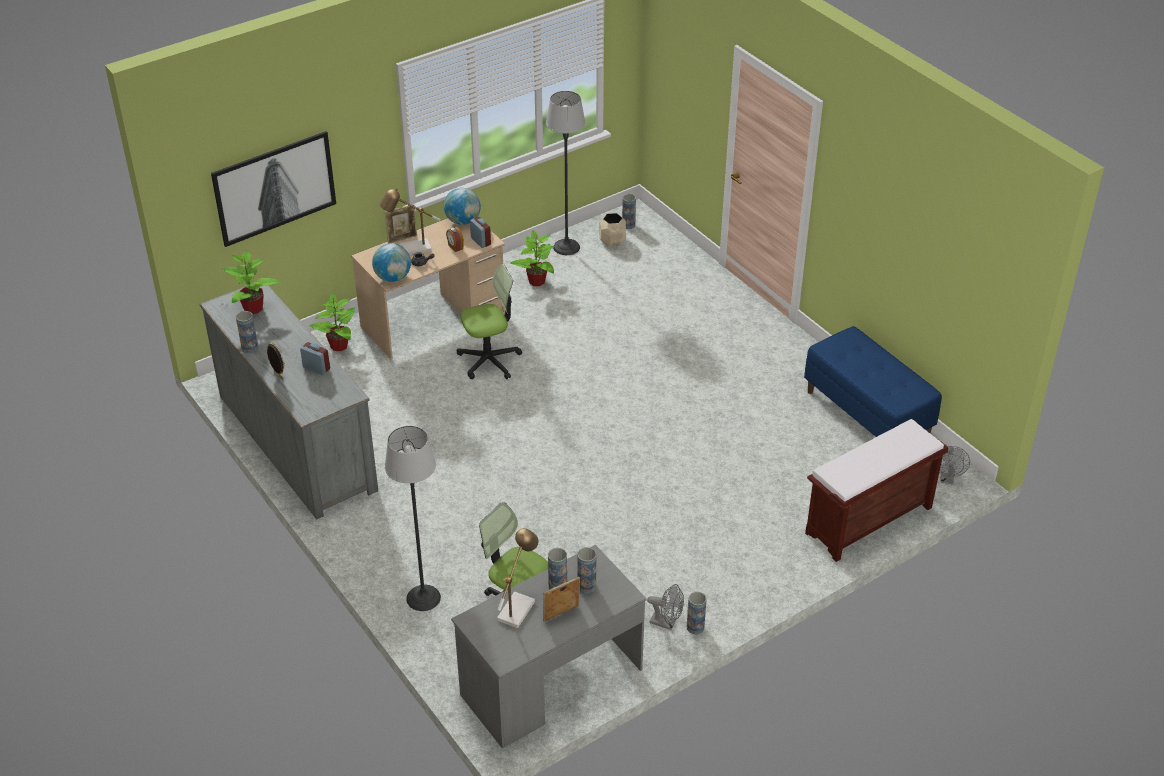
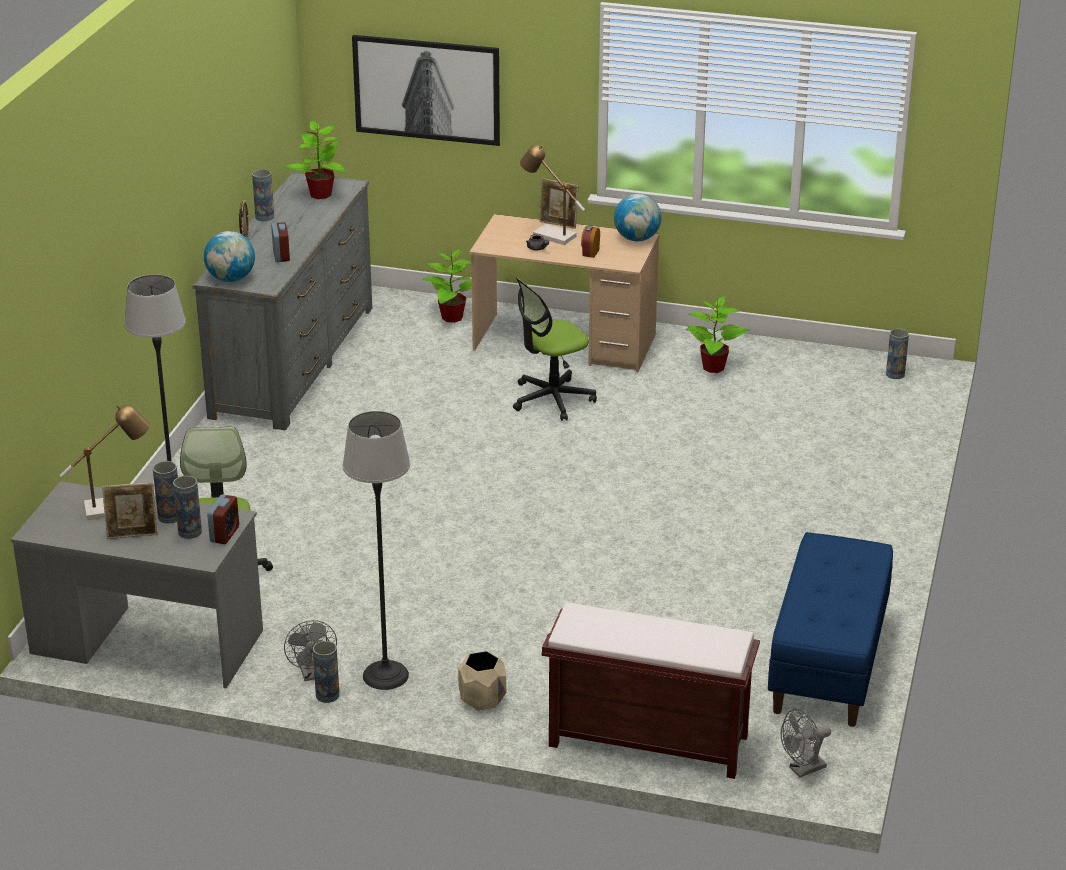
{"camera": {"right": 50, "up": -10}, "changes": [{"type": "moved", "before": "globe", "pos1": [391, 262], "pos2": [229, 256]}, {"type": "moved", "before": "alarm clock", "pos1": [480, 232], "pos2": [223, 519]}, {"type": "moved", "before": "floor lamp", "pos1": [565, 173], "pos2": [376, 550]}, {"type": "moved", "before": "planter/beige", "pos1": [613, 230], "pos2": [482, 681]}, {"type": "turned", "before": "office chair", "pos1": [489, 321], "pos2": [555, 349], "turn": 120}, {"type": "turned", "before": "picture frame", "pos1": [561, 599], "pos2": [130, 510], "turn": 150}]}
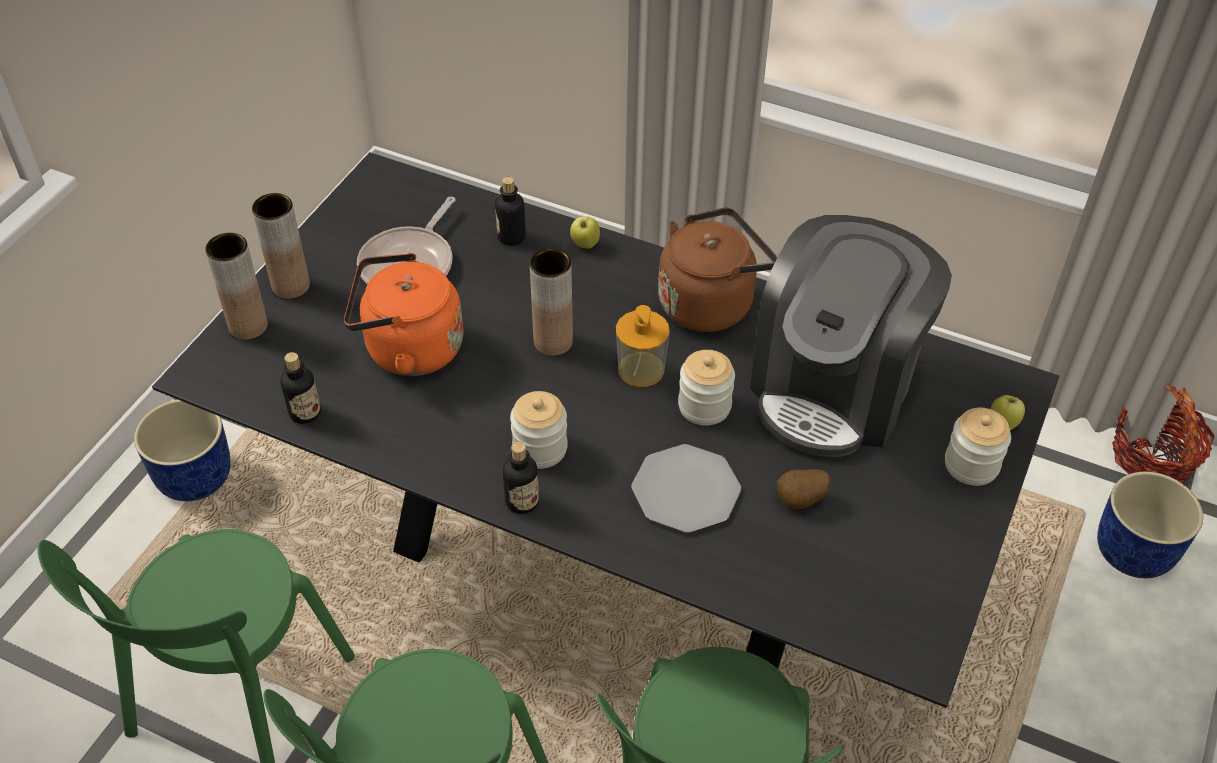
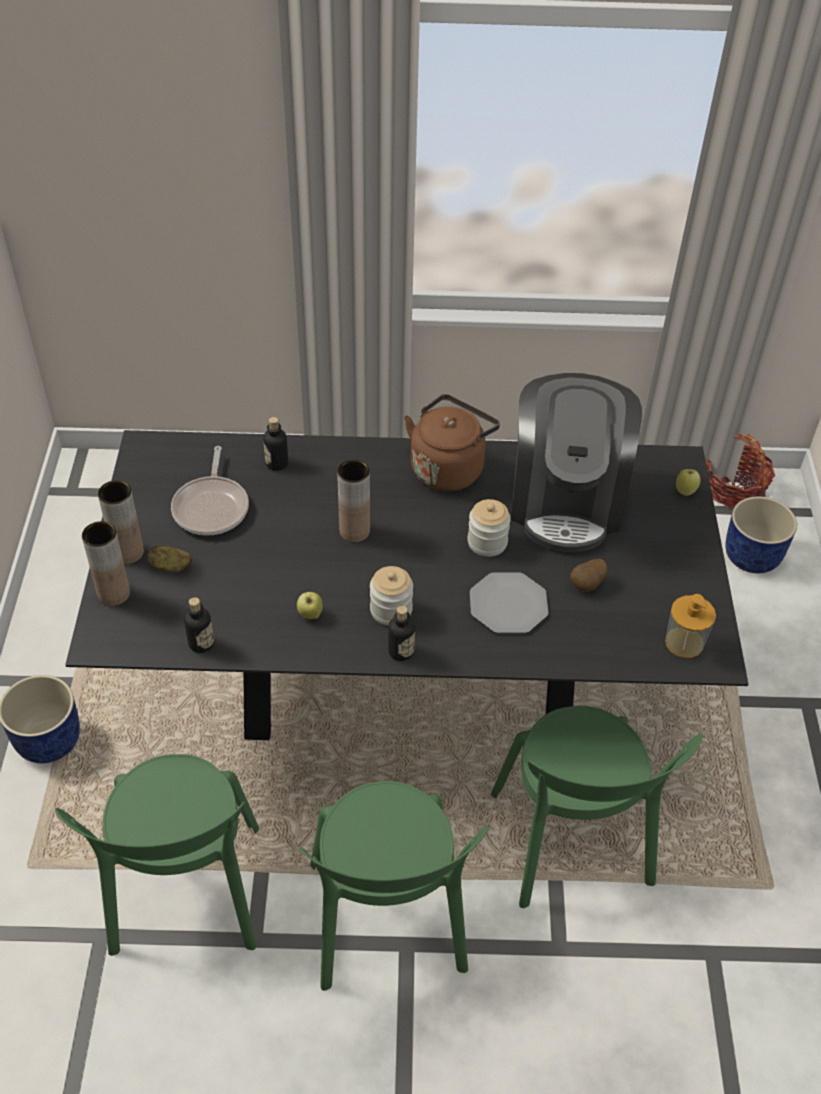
{"camera": {"right": -25, "up": 0}, "changes": [{"type": "removed", "before": "kettle/orange", "pos1": [403, 314]}, {"type": "removed", "before": "jar", "pos1": [978, 447]}, {"type": "added", "after": "potato", "pos2": [169, 559]}, {"type": "moved", "before": "apple", "pos1": [585, 232], "pos2": [310, 605]}, {"type": "moved", "before": "soap dispenser", "pos1": [643, 346], "pos2": [690, 626]}]}
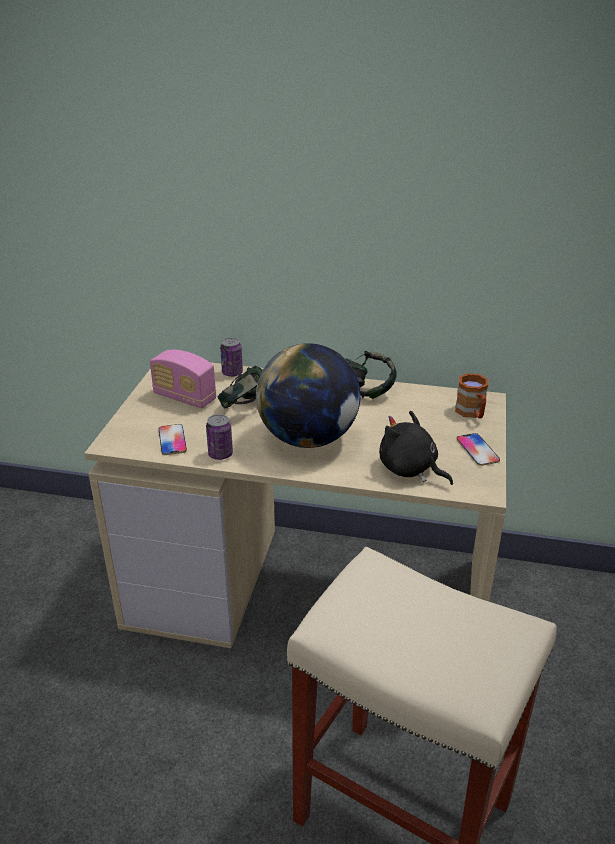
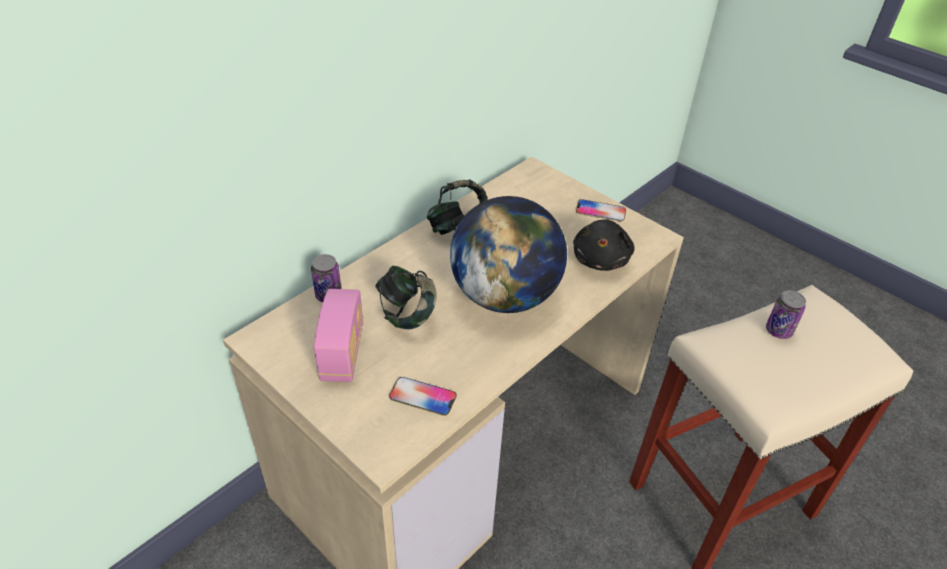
{"camera": {"right": -60, "up": 10}, "changes": [{"type": "removed", "before": "mug/brown", "pos1": [471, 396]}, {"type": "moved", "before": "can", "pos1": [219, 437], "pos2": [786, 314]}, {"type": "turned", "before": "radio", "pos1": [183, 379], "pos2": [338, 335], "turn": -60}, {"type": "turned", "before": "plush toy/black", "pos1": [416, 448], "pos2": [603, 245], "turn": -60}]}
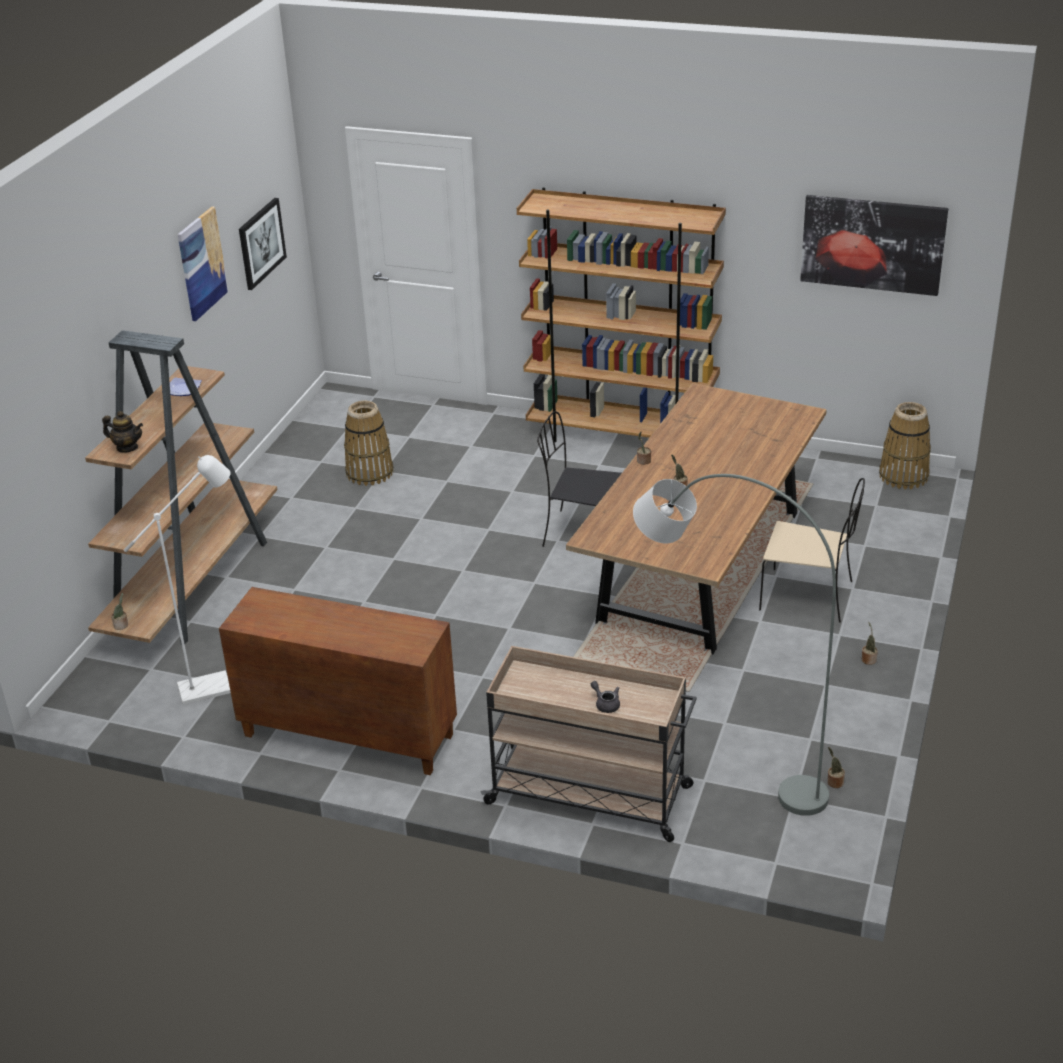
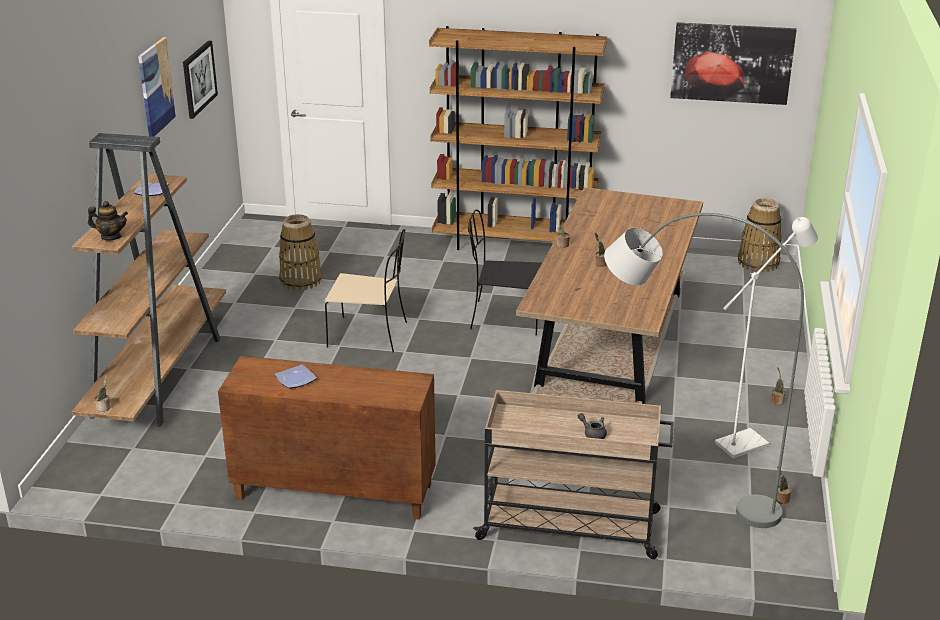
{"camera": {"right": -10, "up": -5}, "changes": [{"type": "added", "after": "plate", "pos2": [296, 376]}, {"type": "moved", "before": "floor lamp/white", "pos1": [177, 580], "pos2": [766, 338]}, {"type": "moved", "before": "chair/beige", "pos1": [812, 550], "pos2": [366, 290]}]}
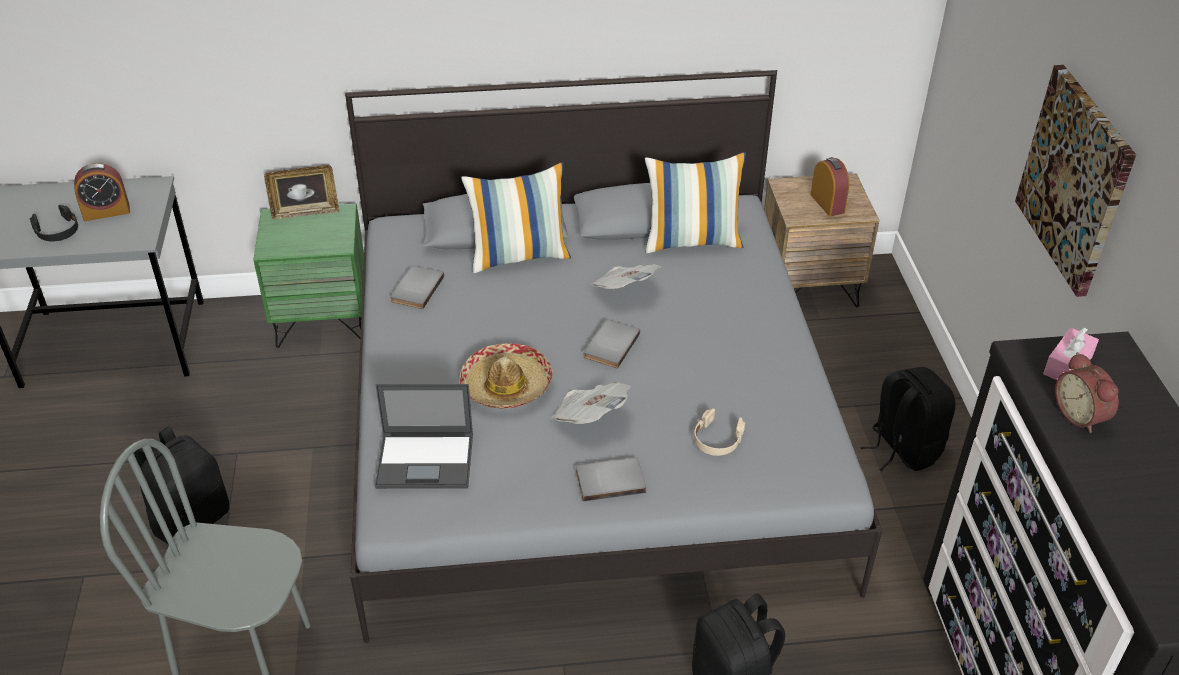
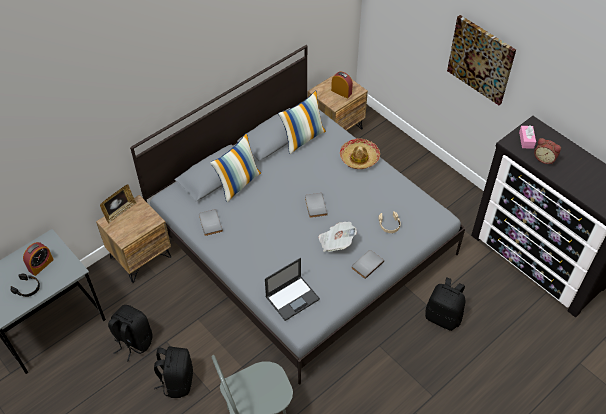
{"camera": {"right": -35, "up": 10}, "changes": [{"type": "removed", "before": "newspaper", "pos1": [626, 276]}, {"type": "moved", "before": "hat", "pos1": [506, 376], "pos2": [360, 153]}, {"type": "moved", "before": "backpack/black", "pos1": [907, 419], "pos2": [130, 333]}, {"type": "recoloured", "before": "nightstand/green", "after": "nightstand/brown", "pos1": [309, 275], "pos2": [133, 239]}]}
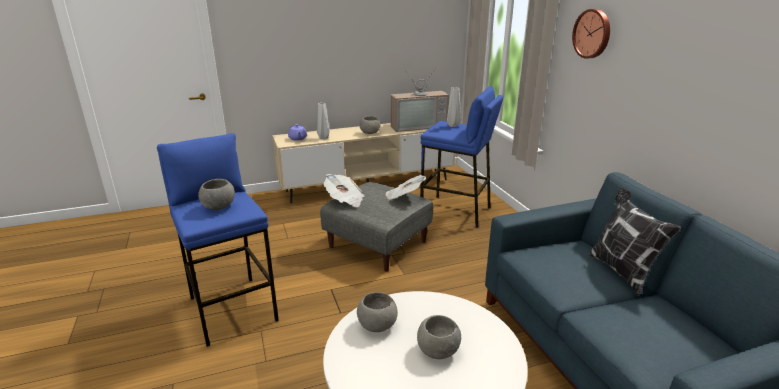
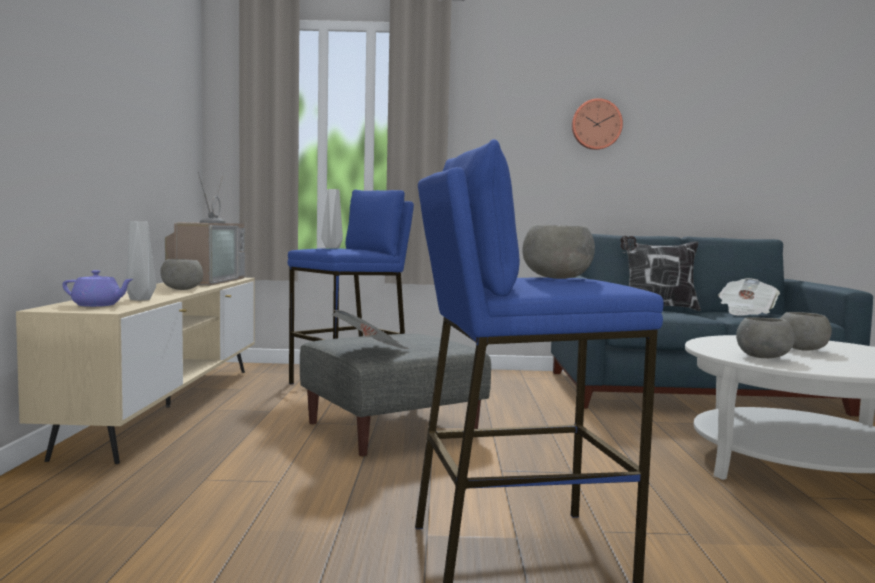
{"camera": {"right": -70, "up": -20}, "changes": [{"type": "moved", "before": "newspaper", "pos1": [405, 188], "pos2": [749, 297]}, {"type": "moved", "before": "wall clock", "pos1": [591, 34], "pos2": [597, 124]}]}
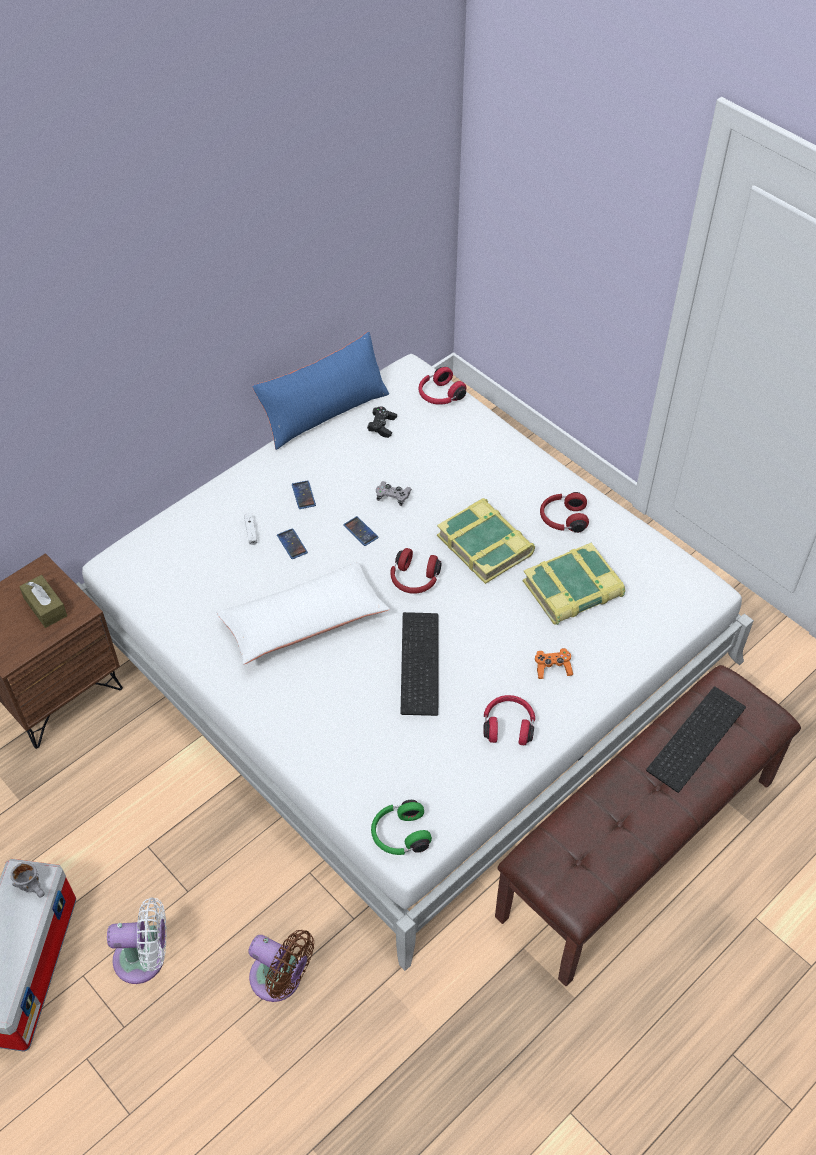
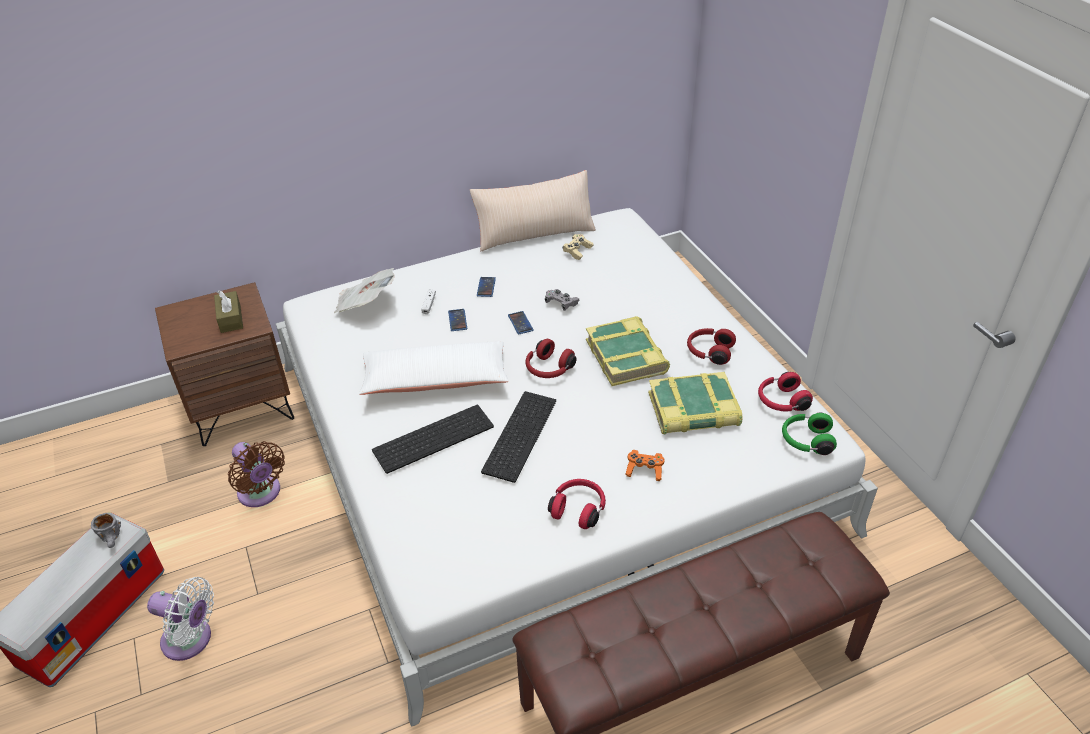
{"camera": {"right": 20, "up": -10}, "changes": [{"type": "added", "after": "newspaper", "pos2": [364, 290]}, {"type": "moved", "before": "fan/brown", "pos1": [281, 966], "pos2": [256, 474]}, {"type": "moved", "before": "headphones/green", "pos1": [401, 827], "pos2": [809, 433]}, {"type": "moved", "before": "headphones/red", "pos1": [442, 386], "pos2": [785, 391]}, {"type": "moved", "before": "keyboard", "pos1": [696, 739], "pos2": [433, 439]}, {"type": "recoloured", "before": "pillow/blue", "after": "pillow/beige", "pos1": [320, 390], "pos2": [533, 210]}, {"type": "recoloured", "before": "game controller/black", "after": "game controller/beige", "pos1": [382, 422], "pos2": [578, 247]}]}
